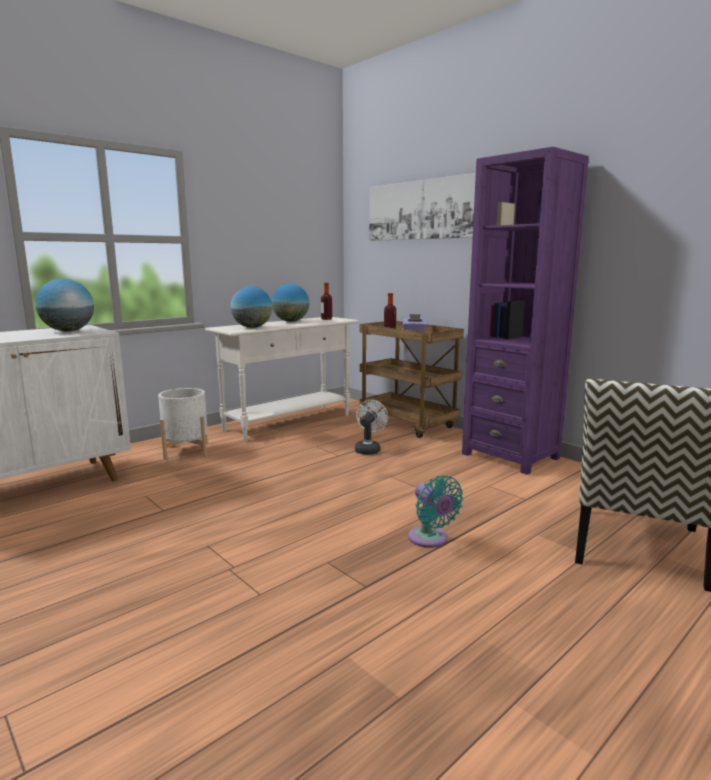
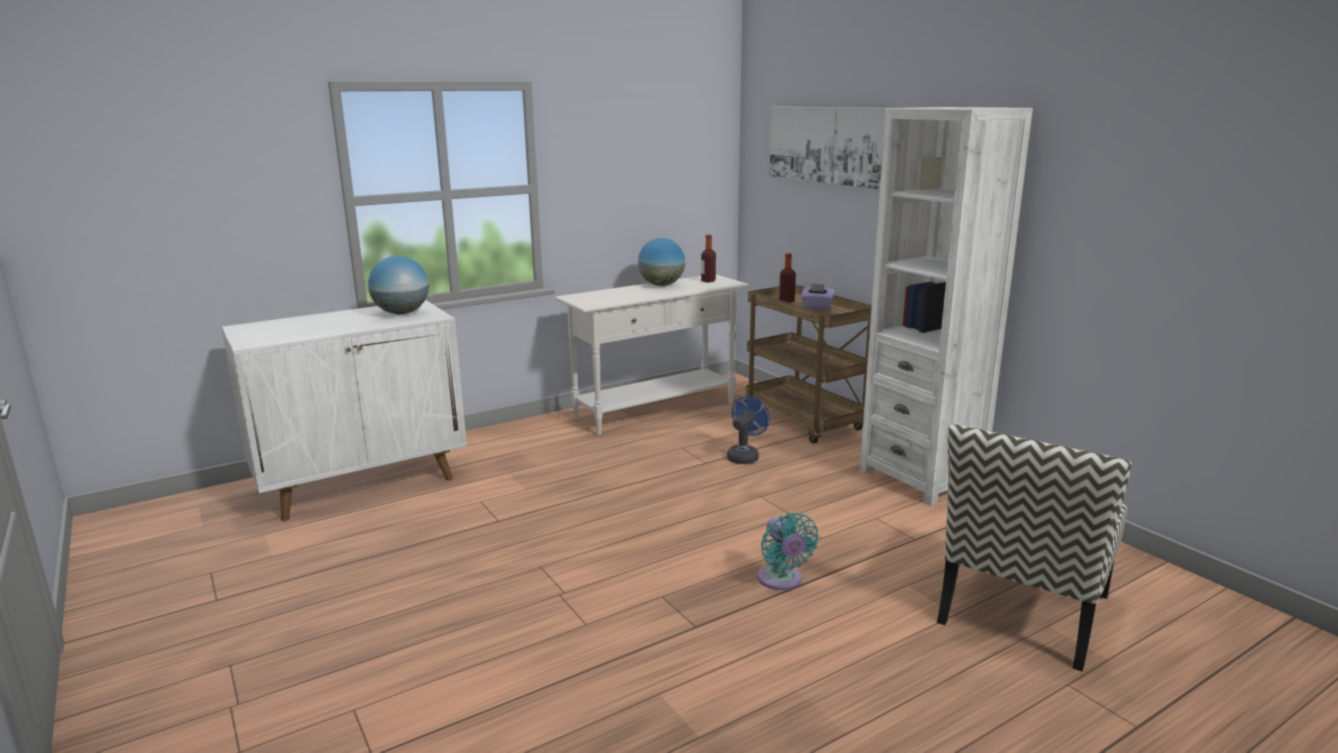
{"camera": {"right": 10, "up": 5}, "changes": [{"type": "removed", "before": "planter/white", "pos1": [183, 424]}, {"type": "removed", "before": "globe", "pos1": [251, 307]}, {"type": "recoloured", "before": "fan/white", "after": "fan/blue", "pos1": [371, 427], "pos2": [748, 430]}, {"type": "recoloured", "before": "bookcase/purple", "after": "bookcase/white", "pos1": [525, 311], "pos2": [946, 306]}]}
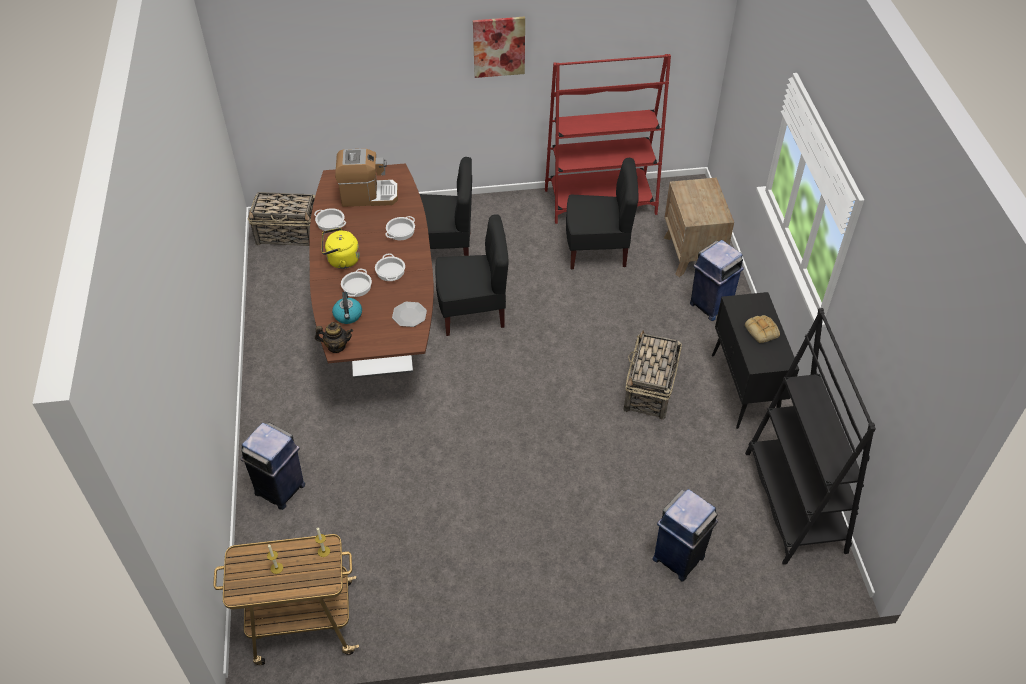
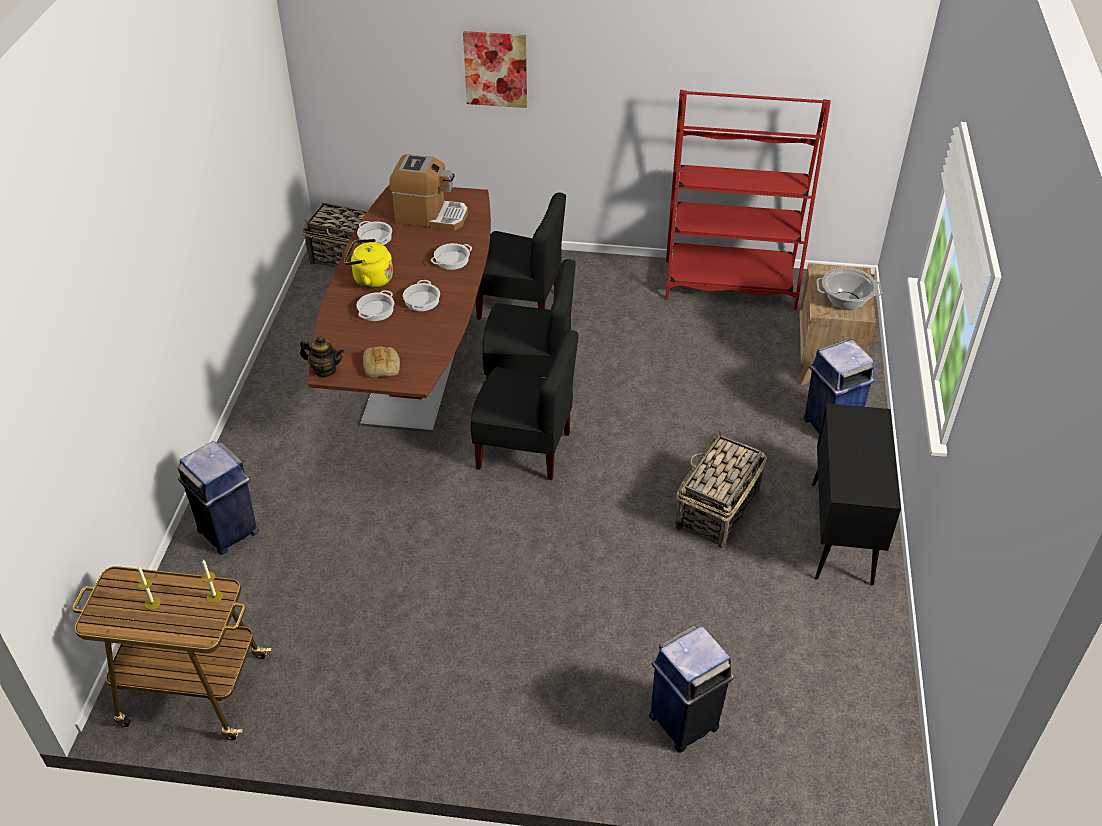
{"camera": {"right": 15, "up": -5}, "changes": [{"type": "removed", "before": "kettle", "pos1": [347, 308]}, {"type": "removed", "before": "plate", "pos1": [409, 314]}, {"type": "removed", "before": "bookcase/black", "pos1": [810, 436]}, {"type": "added", "after": "cooking pot", "pos2": [849, 289]}, {"type": "moved", "before": "picture", "pos1": [499, 47], "pos2": [495, 69]}, {"type": "moved", "before": "chair/black", "pos1": [602, 214], "pos2": [525, 405]}, {"type": "moved", "before": "bread", "pos1": [762, 329], "pos2": [381, 362]}]}
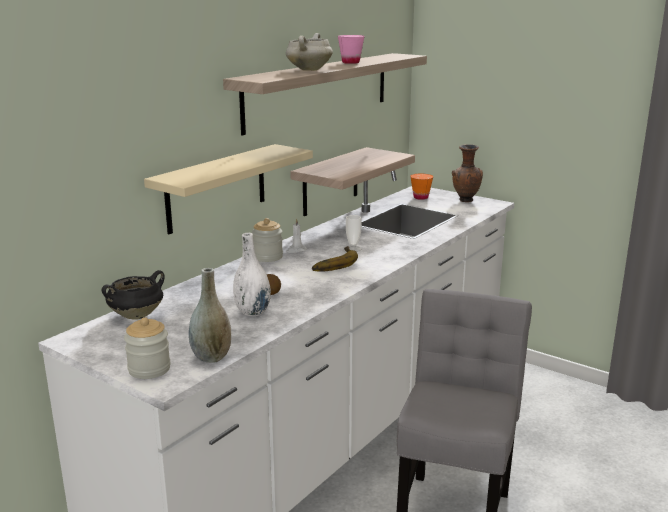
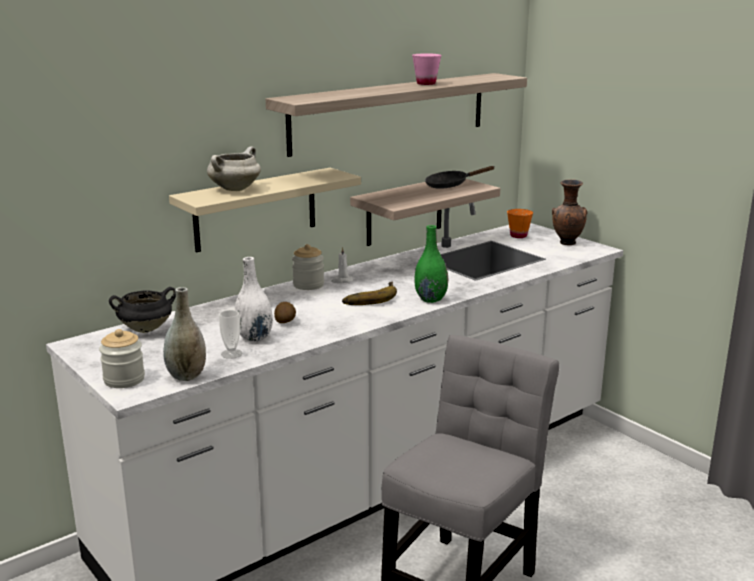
{"camera": {"right": 15, "up": 0}, "changes": [{"type": "added", "after": "vase/green", "pos2": [431, 264]}, {"type": "added", "after": "frying pan/black", "pos2": [460, 177]}, {"type": "moved", "before": "cooking pot/white", "pos1": [309, 52], "pos2": [234, 168]}, {"type": "moved", "before": "cup", "pos1": [354, 233], "pos2": [230, 334]}]}
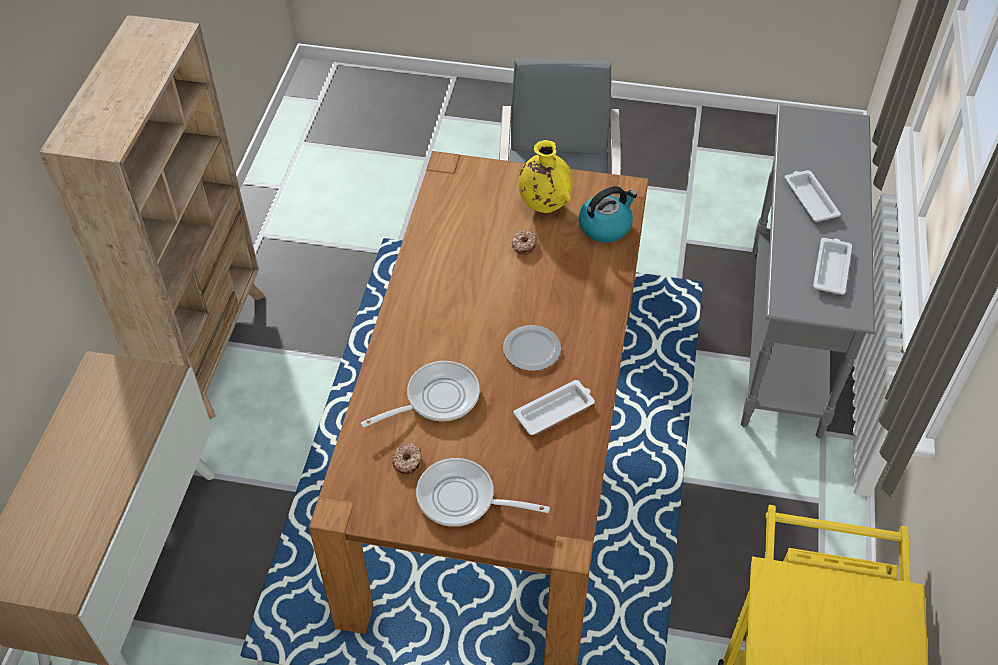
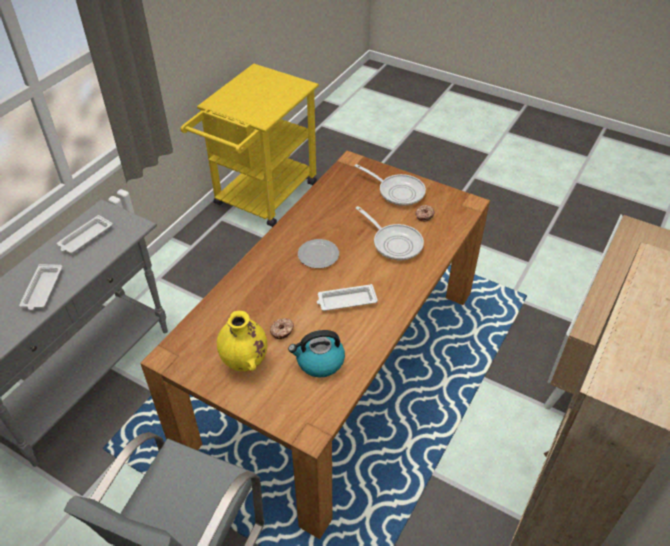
{"camera": {"right": -160, "up": -5}, "changes": [{"type": "moved", "before": "tray/white", "pos1": [554, 407], "pos2": [347, 297]}, {"type": "moved", "before": "kettle", "pos1": [608, 214], "pos2": [316, 353]}, {"type": "turned", "before": "frying pan", "pos1": [420, 394], "pos2": [390, 233], "turn": -120}]}
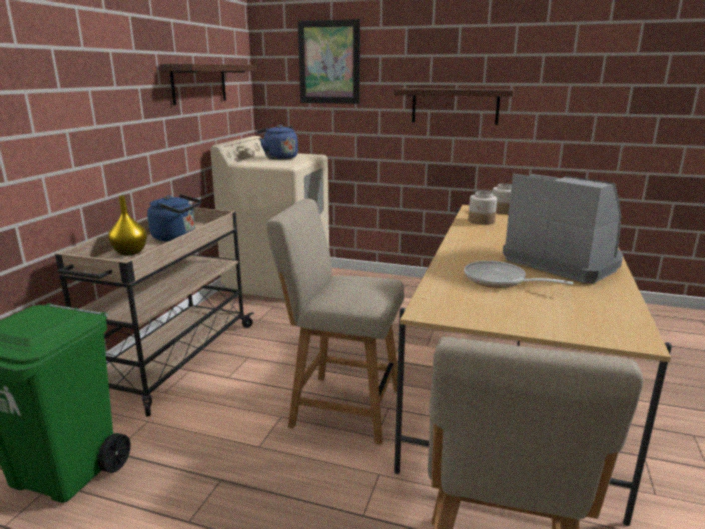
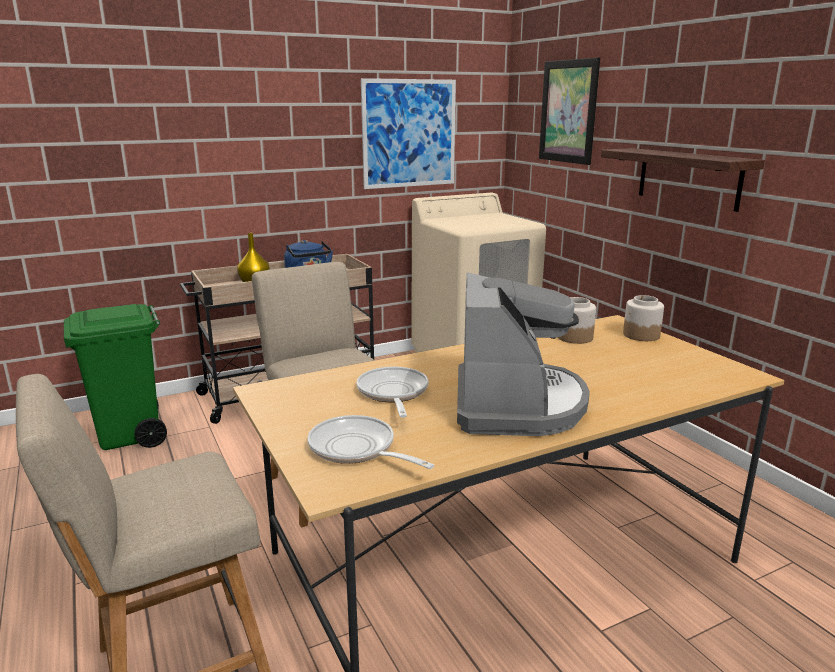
{"camera": {"right": 45, "up": 0}, "changes": [{"type": "removed", "before": "kettle/blue", "pos1": [277, 142]}, {"type": "added", "after": "frying pan", "pos2": [371, 442]}, {"type": "replaced", "before": "shelf", "after": "picture", "pos1": [208, 84], "pos2": [408, 133]}]}
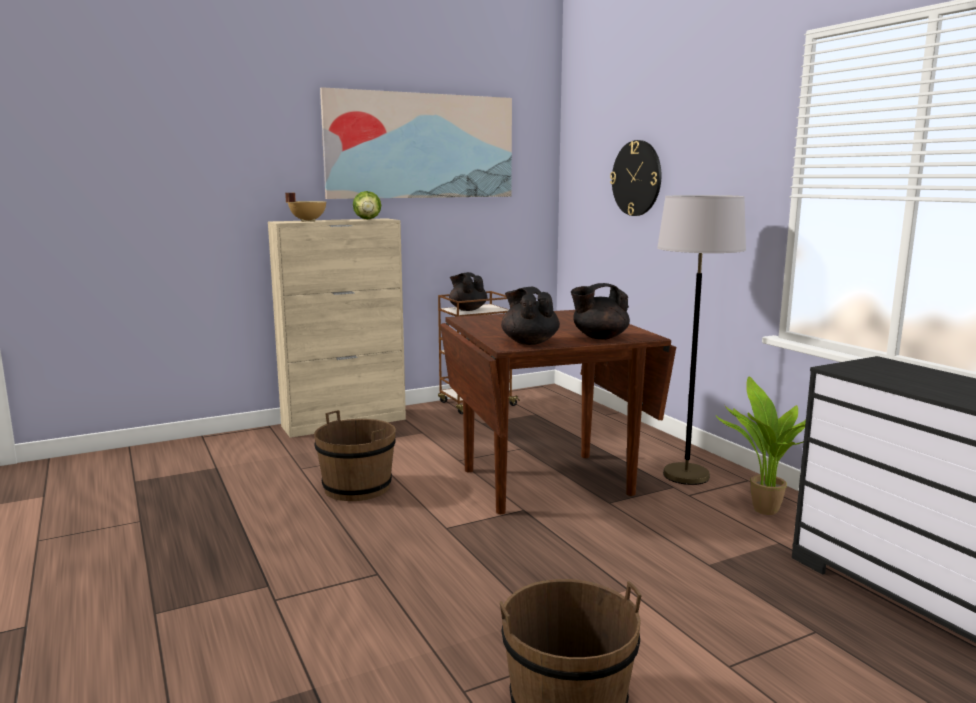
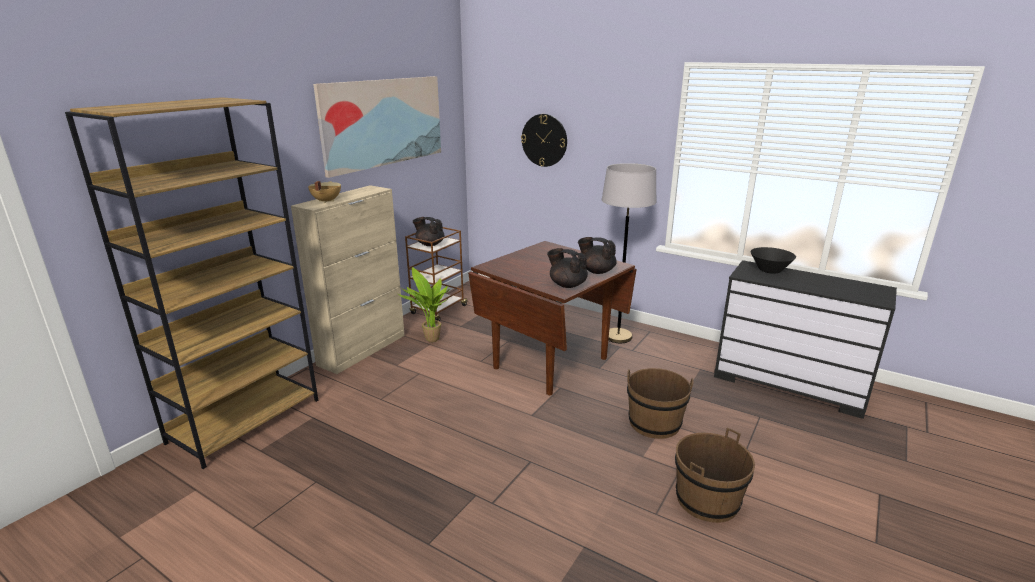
{"camera": {"right": -30, "up": 10}, "changes": [{"type": "removed", "before": "lettuce", "pos1": [367, 205]}, {"type": "added", "after": "bookcase/brown", "pos2": [191, 283]}, {"type": "added", "after": "bowl/black", "pos2": [773, 260]}, {"type": "moved", "before": "bucket/brown", "pos1": [355, 455], "pos2": [660, 403]}, {"type": "moved", "before": "potted plant", "pos1": [761, 445], "pos2": [423, 304]}, {"type": "turned", "before": "teapot/black", "pos1": [600, 311], "pos2": [597, 255], "turn": 75}]}
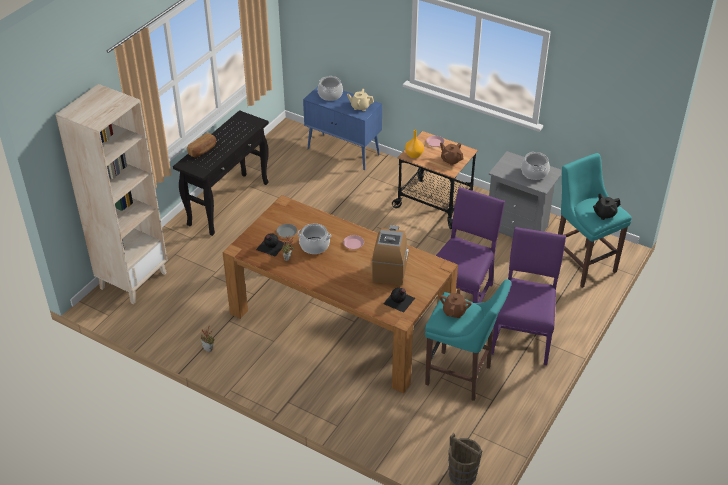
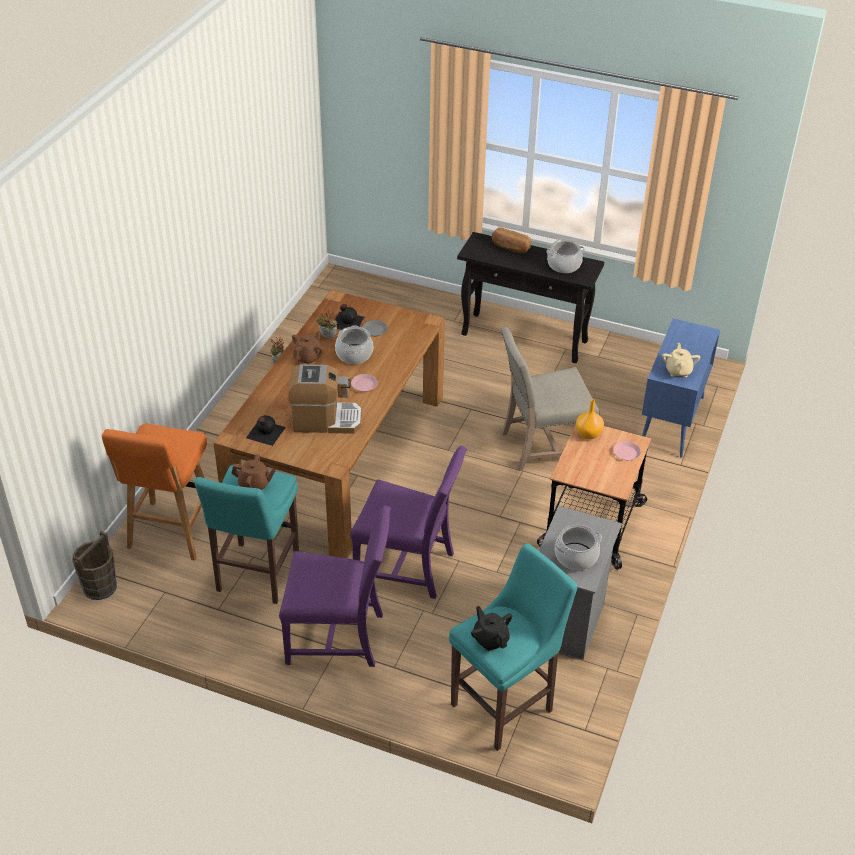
{"camera": {"right": 80, "up": 0}, "changes": [{"type": "removed", "before": "bookcase/beige", "pos1": [111, 194]}, {"type": "added", "after": "stool/orange", "pos2": [154, 492]}, {"type": "added", "after": "chair/beige", "pos2": [550, 399]}, {"type": "moved", "before": "cooking pot", "pos1": [330, 88], "pos2": [565, 256]}, {"type": "moved", "before": "teapot/brown", "pos1": [452, 154], "pos2": [307, 347]}]}
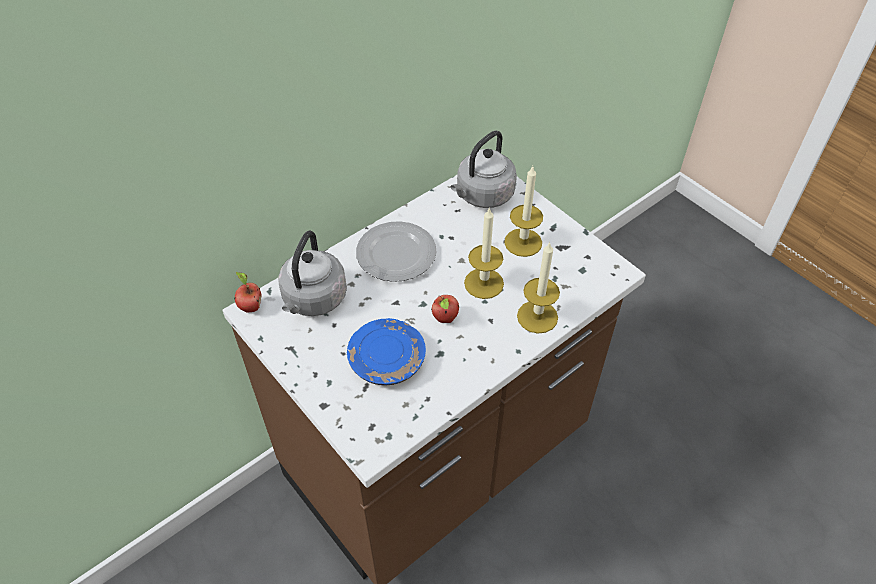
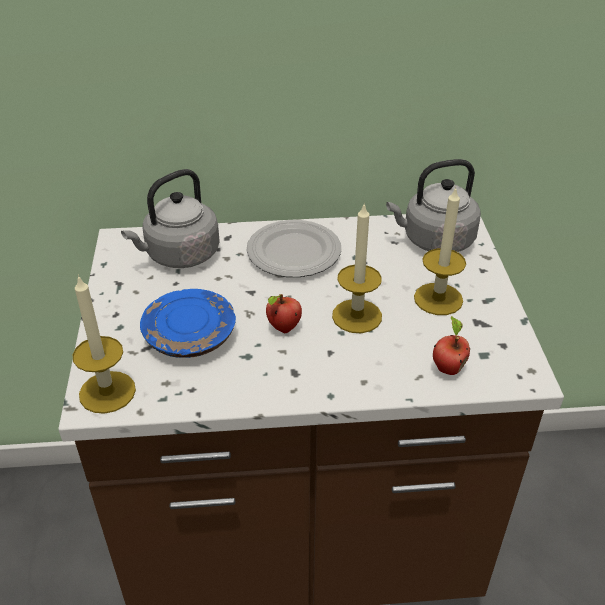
{"camera": {"right": 35, "up": -10}, "changes": [{"type": "moved", "before": "apple", "pos1": [247, 292], "pos2": [451, 345]}, {"type": "moved", "before": "candle", "pos1": [538, 287], "pos2": [104, 344]}]}
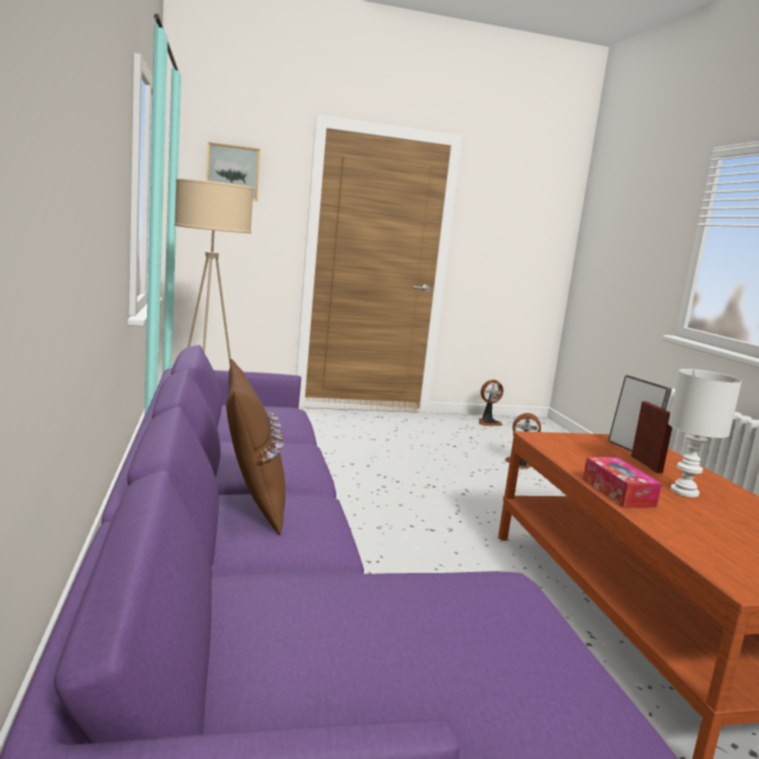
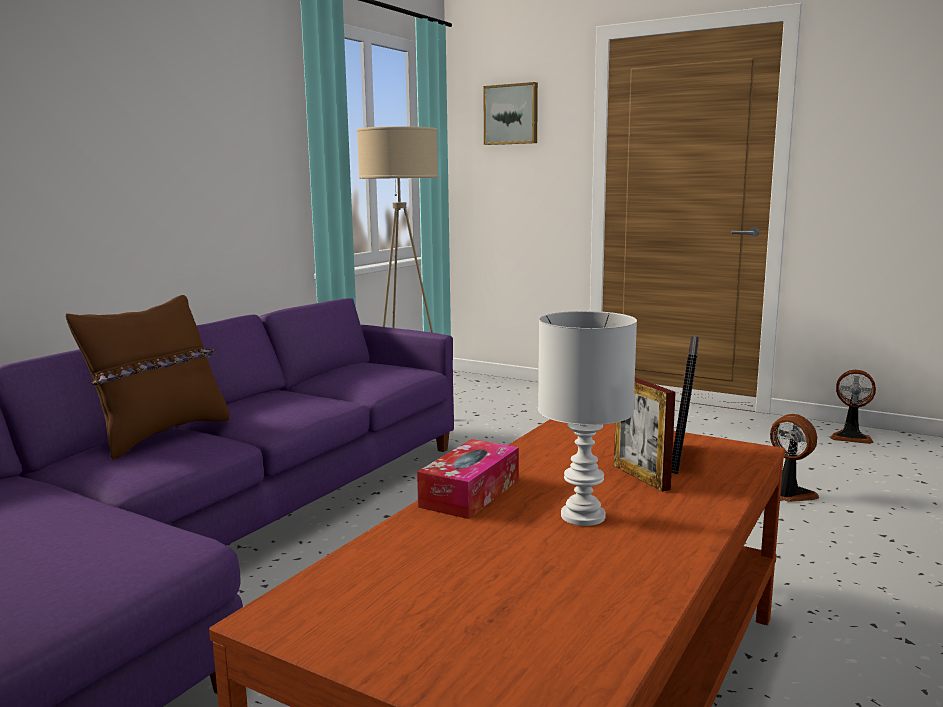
{"camera": {"right": 45, "up": 0}, "changes": [{"type": "turned", "before": "picture frame", "pos1": [651, 437], "pos2": [645, 435], "turn": 120}]}
